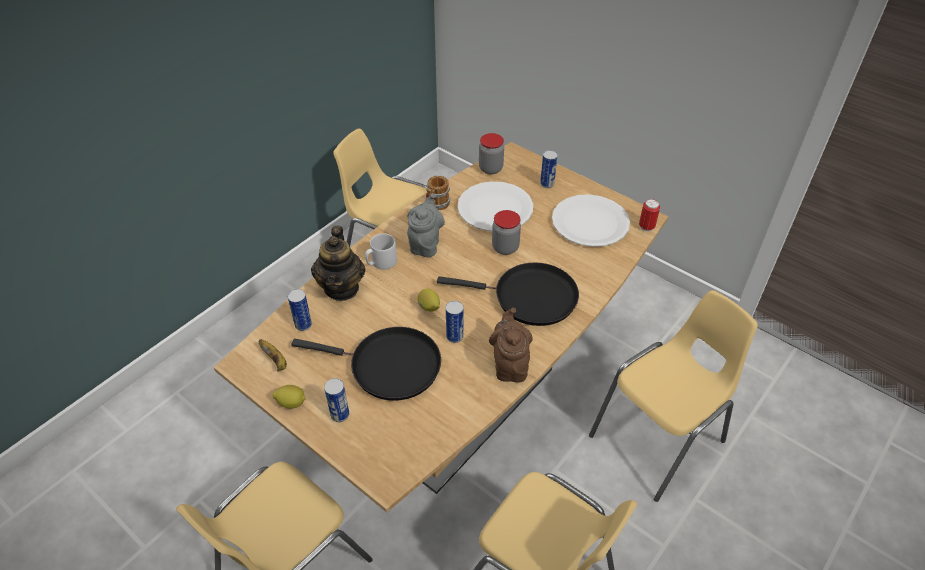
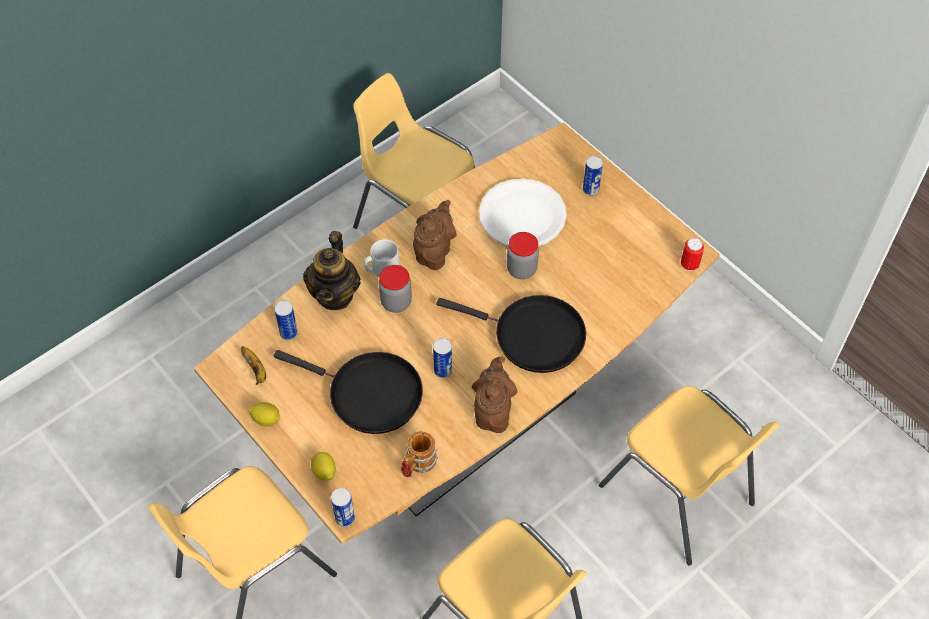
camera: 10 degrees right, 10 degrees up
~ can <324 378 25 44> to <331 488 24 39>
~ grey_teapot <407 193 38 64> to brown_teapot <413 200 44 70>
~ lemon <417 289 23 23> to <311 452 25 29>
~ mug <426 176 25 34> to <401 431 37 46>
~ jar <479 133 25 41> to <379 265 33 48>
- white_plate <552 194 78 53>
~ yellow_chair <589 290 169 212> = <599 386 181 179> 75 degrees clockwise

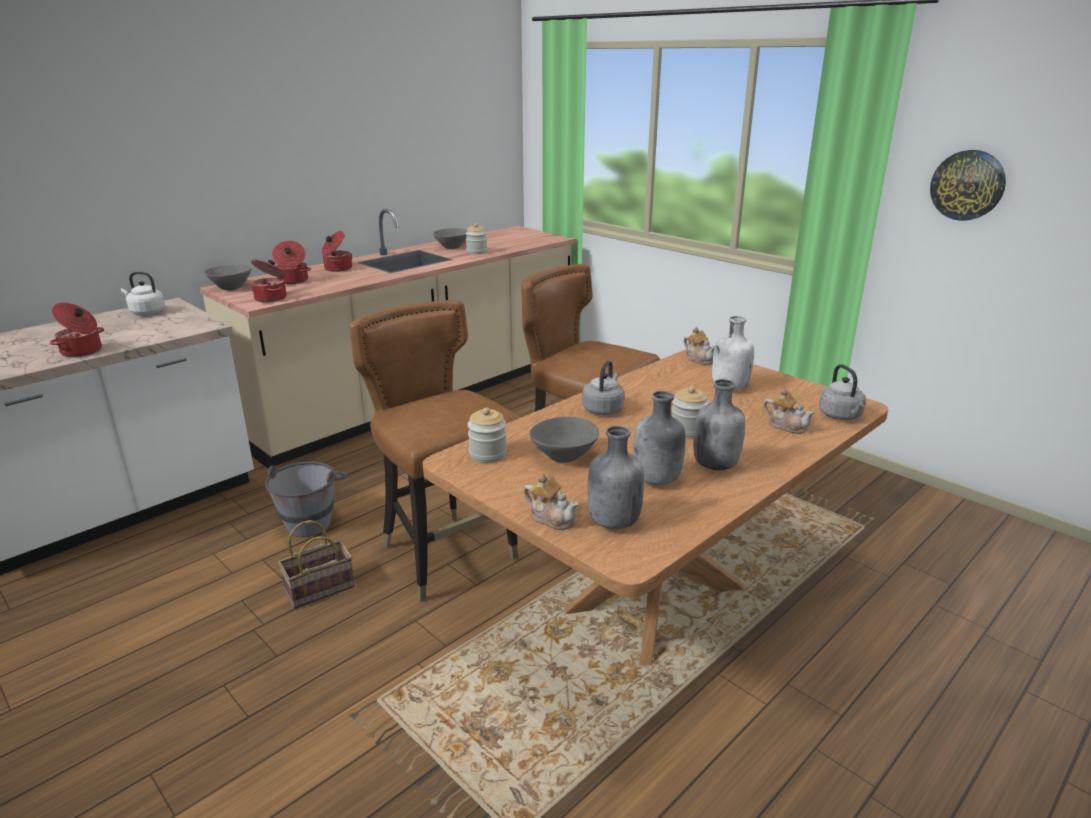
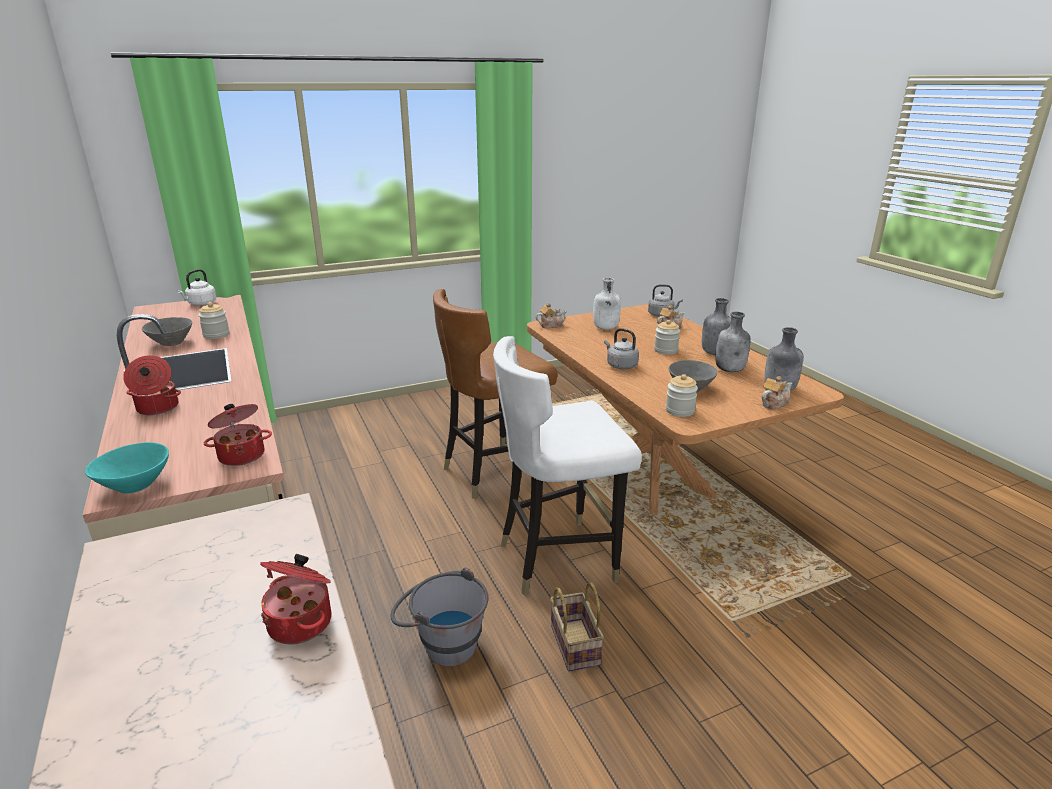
camera: 70 degrees left, 0 degrees up
~ white_kettle <121 272 44 43> to <177 269 39 36>
~ grey_bowl <204 265 47 25> to turquoise_bowl <85 442 84 52>
- cooking_pot <272 241 39 43>
~ brown_chair <350 300 171 302> to white_chair <493 336 149 259>
- wall_clock <930 150 76 71>

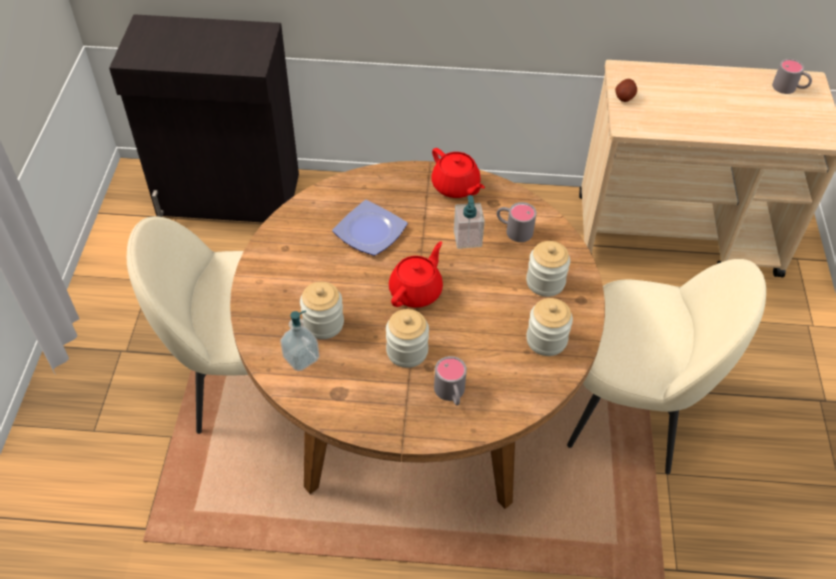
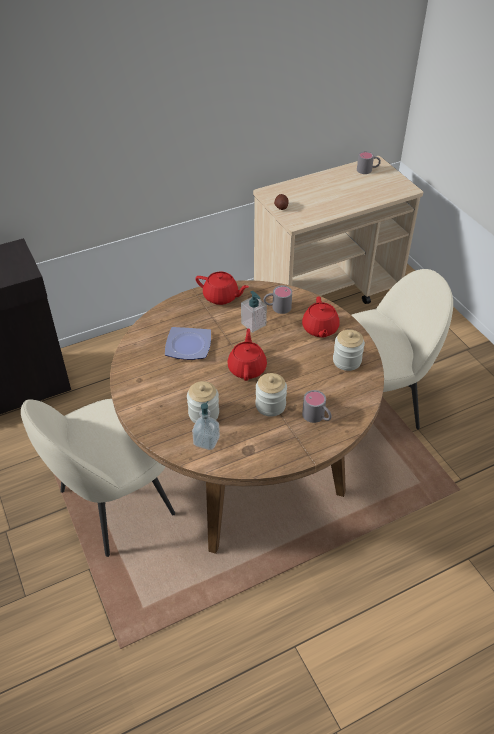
camera: 30 degrees left, 5 degrees down
~ jar <526 241 44 56> to red_teapot <302 296 37 42>

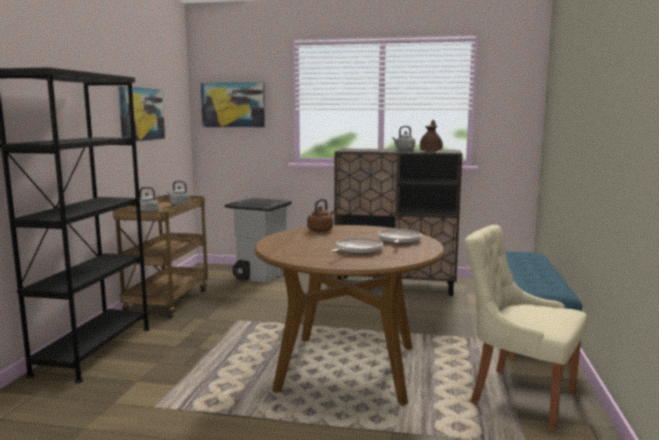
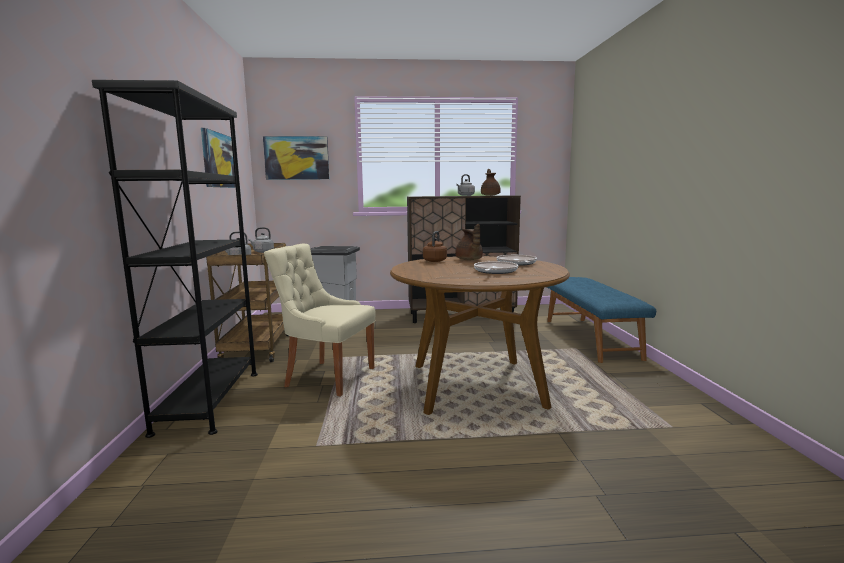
camera: 15 degrees left, 0 degrees up
~ beige_chair <465 225 122 206> to <264 244 112 153>
+ brown_teapot <455 224 28 36>

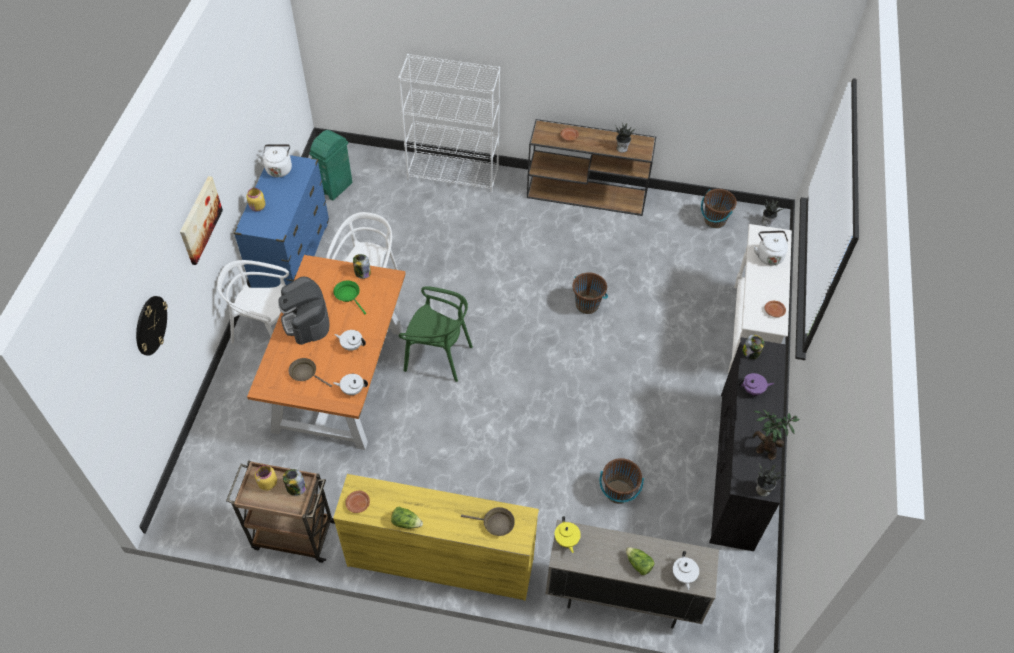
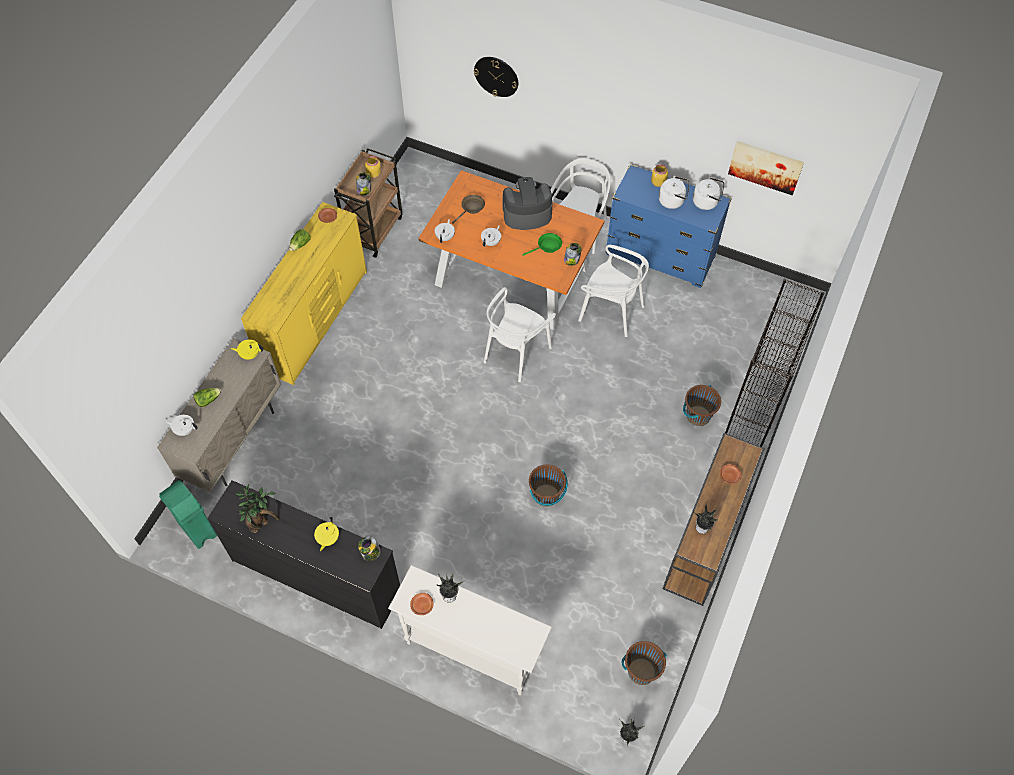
camera: 105 degrees right, 5 degrees up
~ picture <180 176 43 89> to <728 141 76 54>
~ green_trash_can <309 130 43 71> to <159 480 58 69>
~ white_bookcase <398 54 102 139> to black_bookcase <725 279 99 168>
~ green_chair <398 286 75 96> to white_chair <484 287 72 95>
- brown_frying_pan <461 507 54 29>
~ brown_bucket <600 458 44 46> to <683 385 38 41>
~ purple_teapot <739 373 35 22> to yellow_teapot <314 517 25 34>
~ white_kettle <754 230 34 35> to <659 176 31 33>
~ potted_plant <756 464 29 32> to <437 574 27 29>

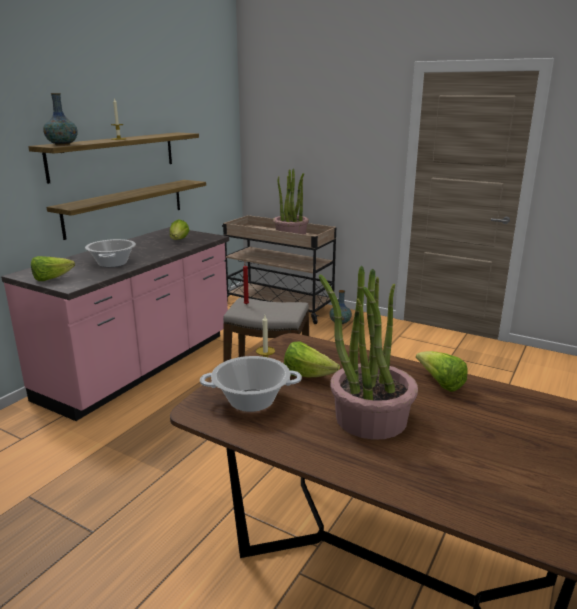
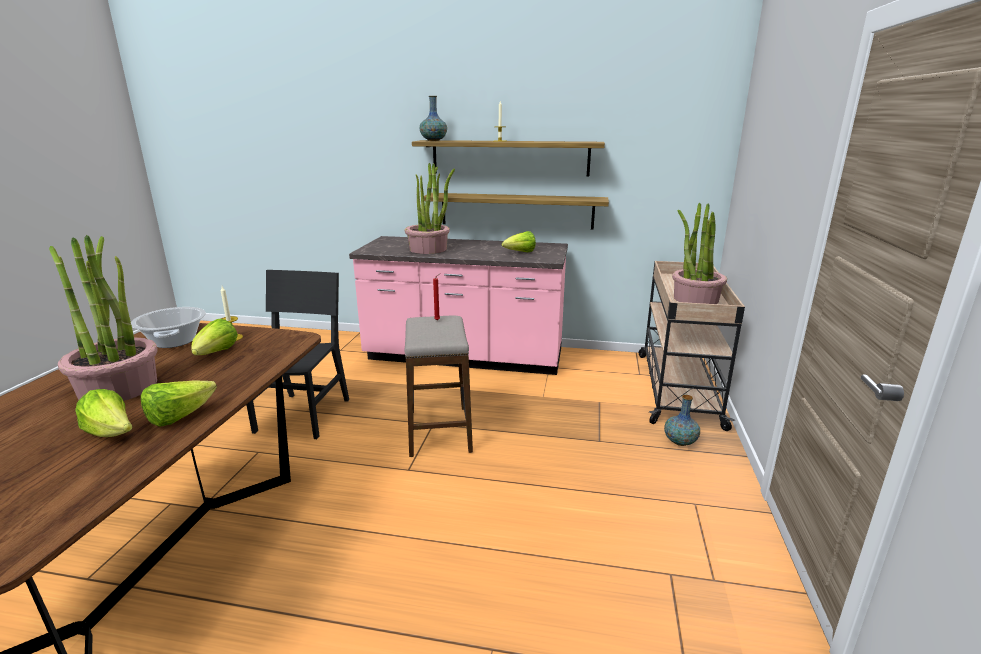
camera: 70 degrees right, 0 degrees up
~ lettuce <31 256 44 25> to <75 389 57 48>
~ cooking_pot <85 239 51 28> to potted_plant <405 163 50 91>
+ black_chair <247 270 102 169>

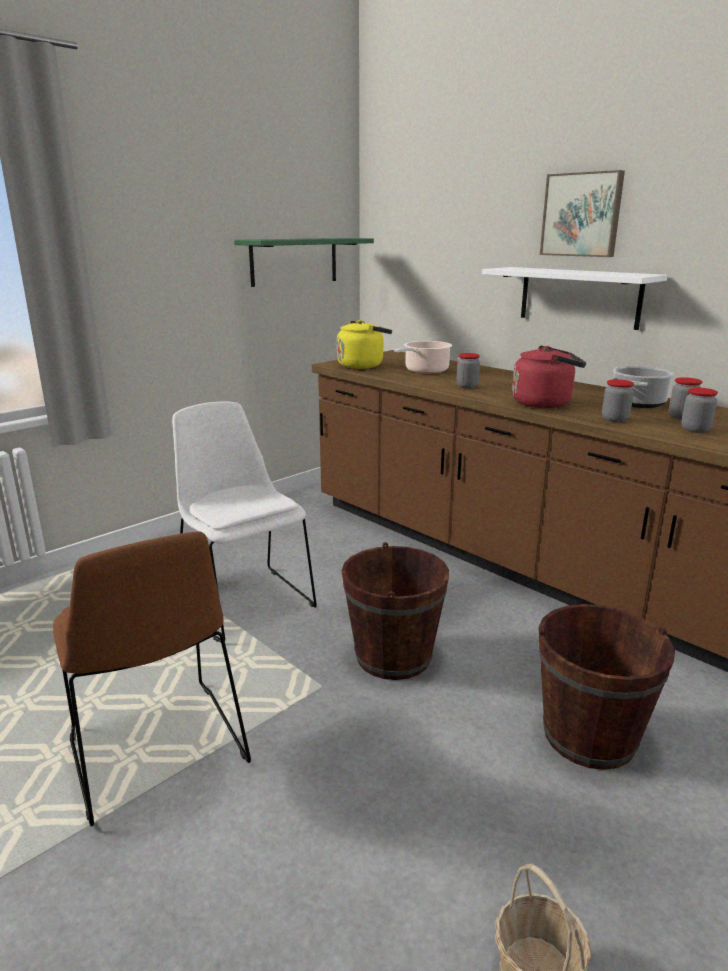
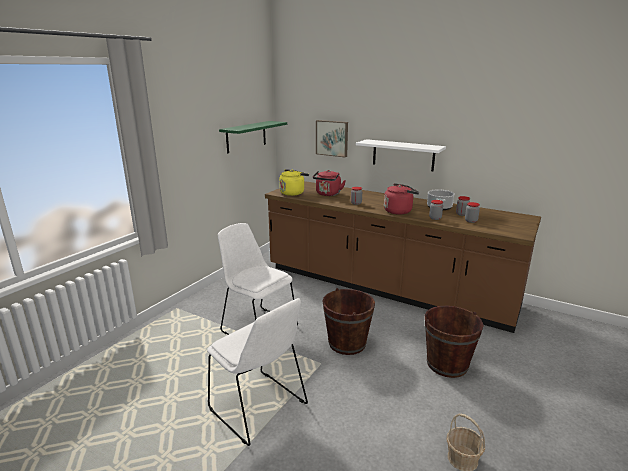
camera: 15 degrees left, 0 degrees up
~ brown_chair <53 531 198 295> to white_chair <207 298 101 148>
~ cooking_pot <394 341 58 33> to red_kettle <313 170 33 26>
~ picture <540 170 85 87> to <316 120 32 37>

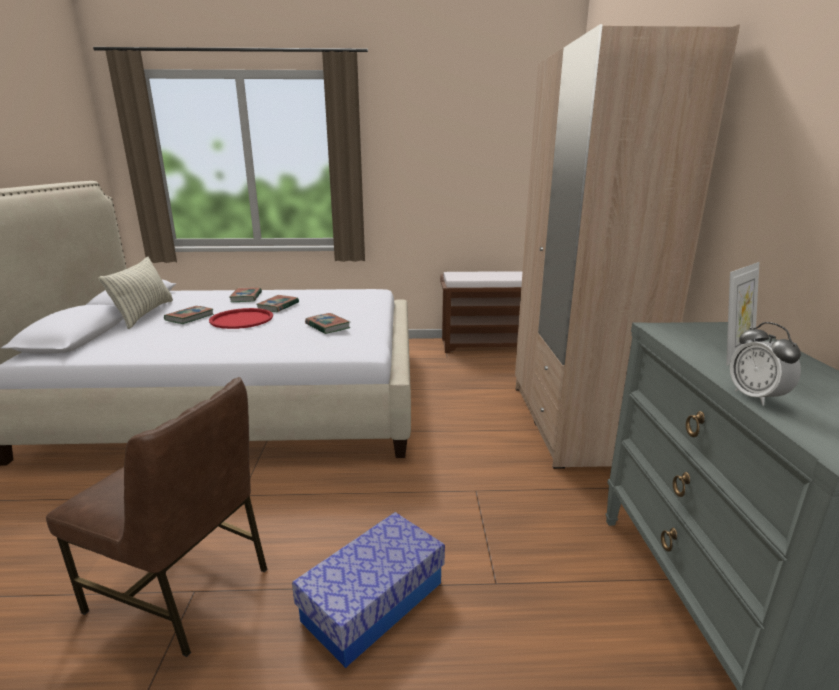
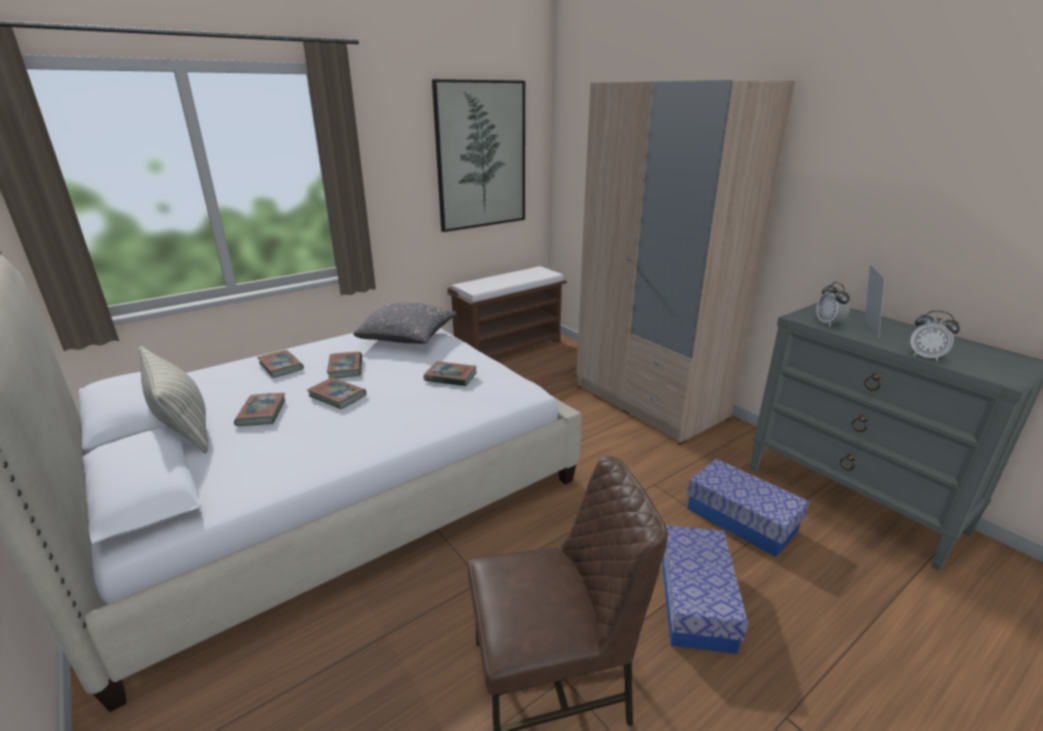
camera: 35 degrees left, 5 degrees up
~ red_tray <209 308 64 21> to book <307 378 59 31>
+ grey_pillow <353 303 103 41>
+ picture <432 79 93 153>
+ storage_box <687 459 122 98>
+ alarm_clock <816 282 34 45>

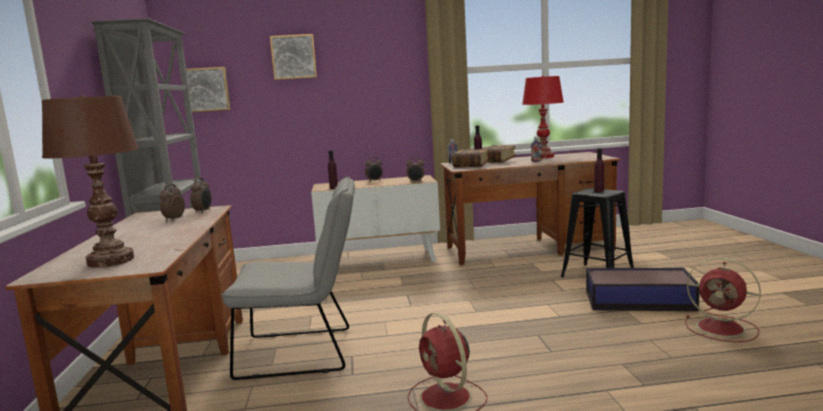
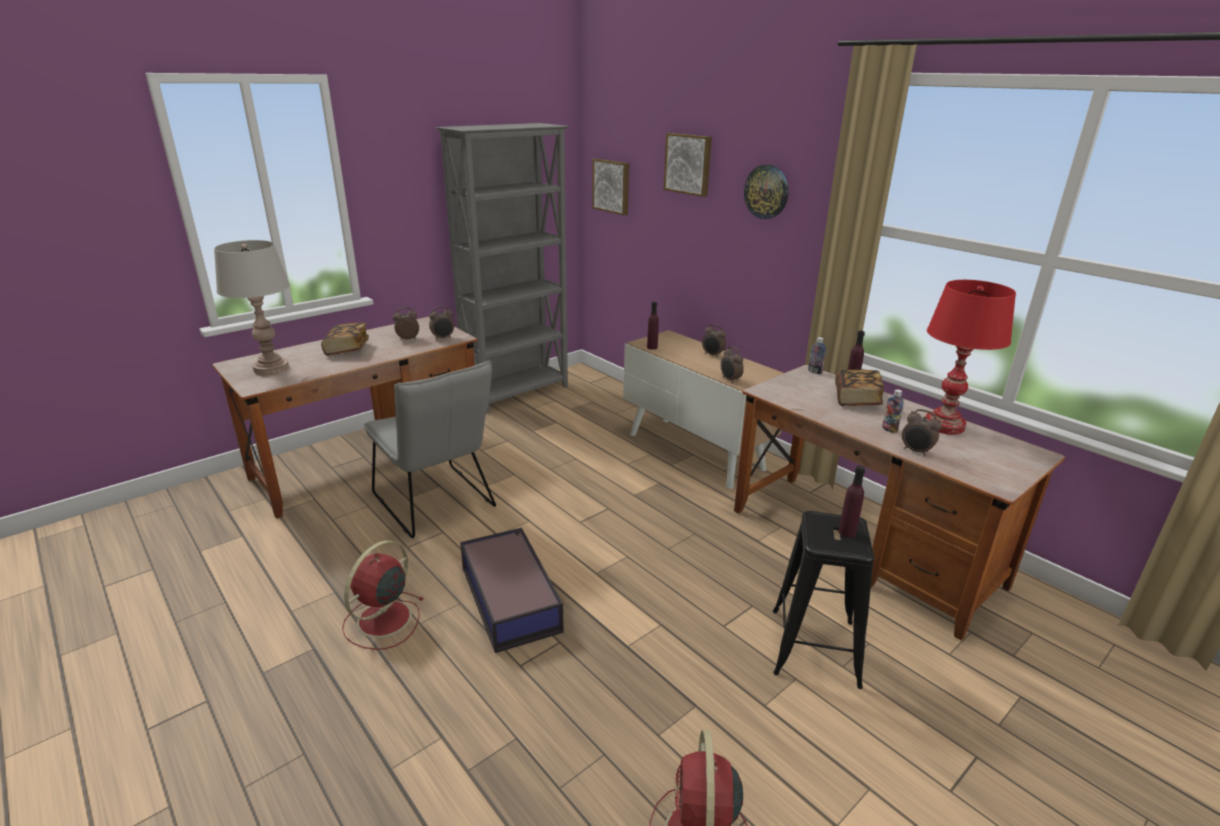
camera: 55 degrees right, 15 degrees up
~ brown_table_lamp <42 95 97 173> to grey_table_lamp <214 240 76 136>
~ book <452 149 38 19> to <321 322 48 34>
~ storage_box <586 268 114 43> to <460 528 104 125>
+ wall_clock <744 164 45 55>
+ alarm_clock <902 409 40 47>

